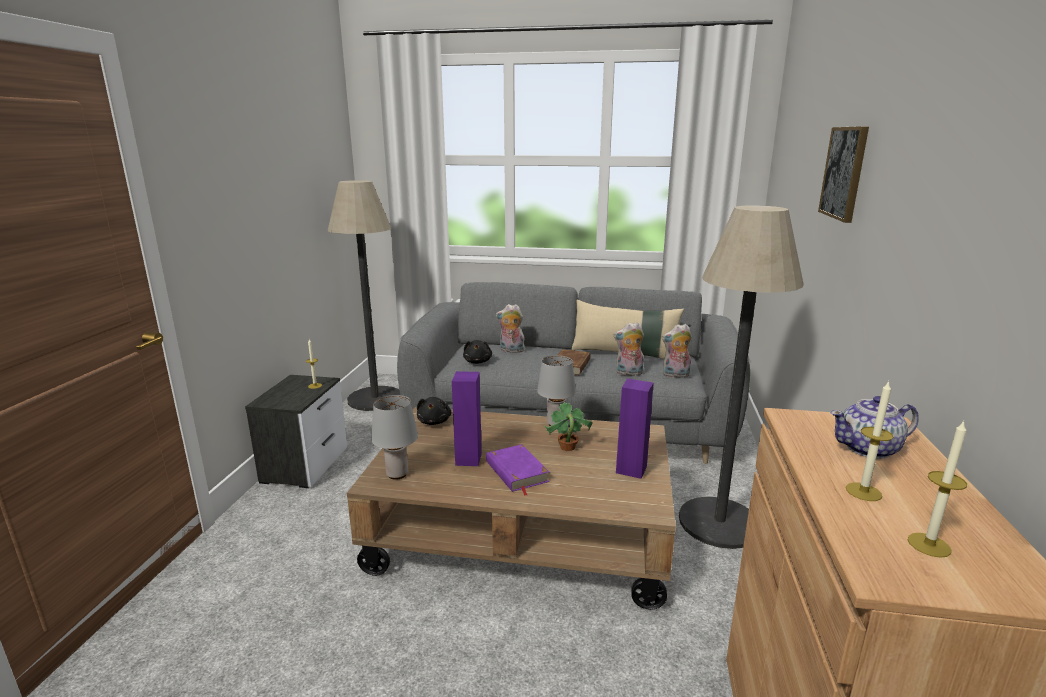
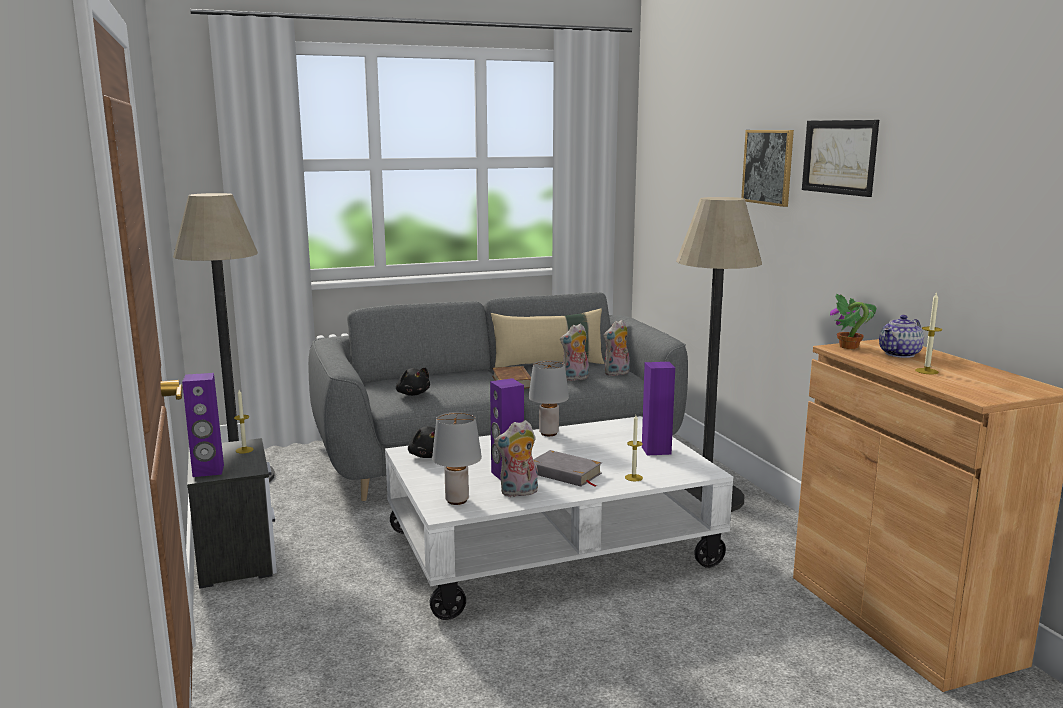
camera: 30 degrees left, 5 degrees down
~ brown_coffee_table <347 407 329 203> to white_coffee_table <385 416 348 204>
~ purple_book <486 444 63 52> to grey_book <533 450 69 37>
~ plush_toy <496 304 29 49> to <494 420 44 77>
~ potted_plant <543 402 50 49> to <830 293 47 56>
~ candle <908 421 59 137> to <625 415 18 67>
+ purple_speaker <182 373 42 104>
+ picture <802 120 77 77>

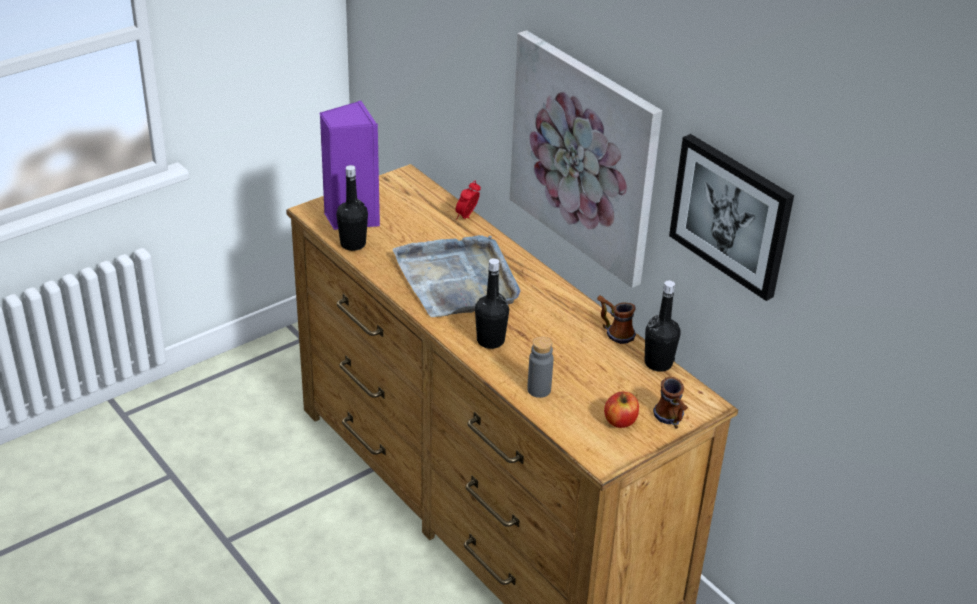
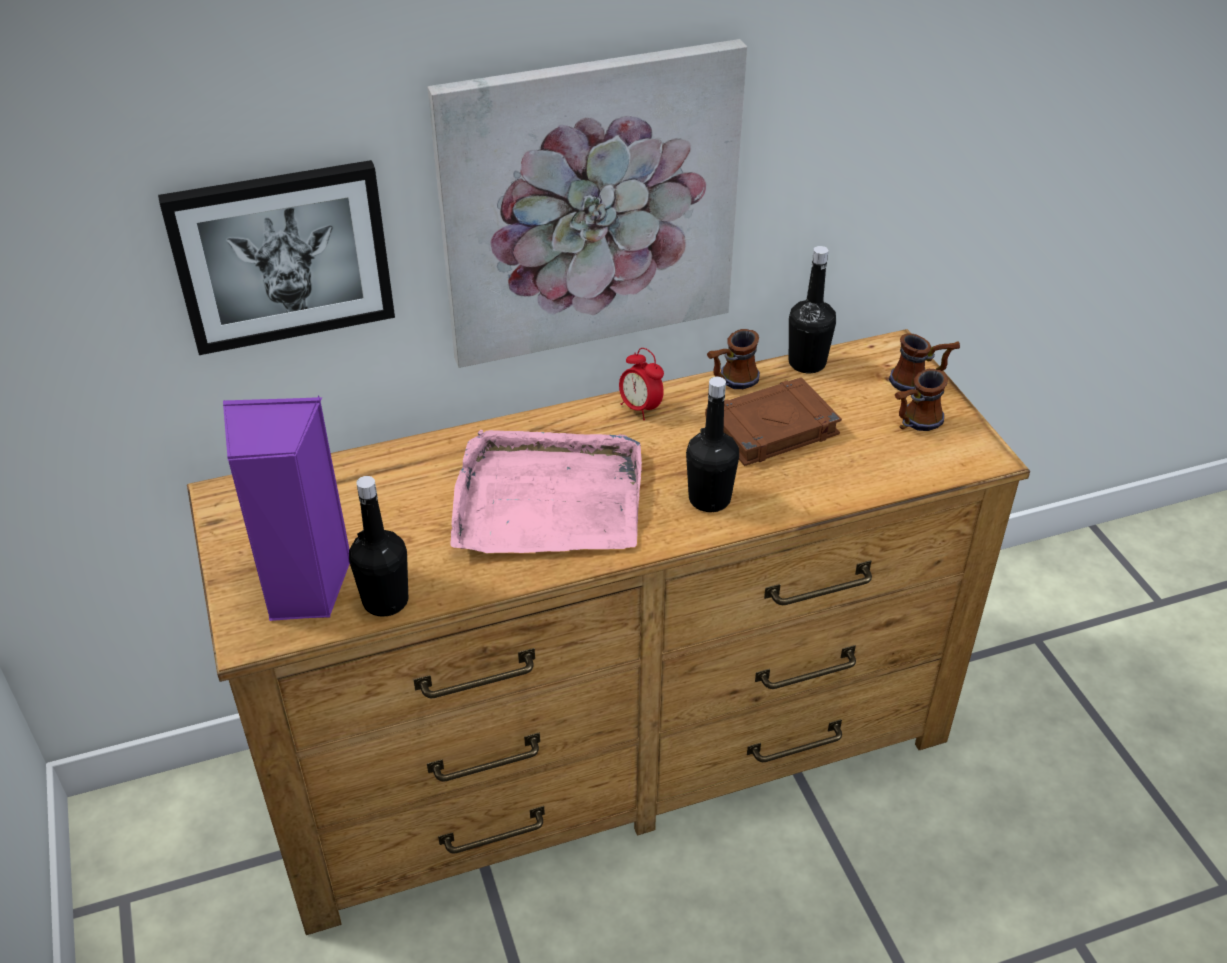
camera: 70 degrees left, 5 degrees up
~ grey_tray <393 235 128 82> to pink_tray <451 430 191 123>
~ alarm_clock <455 181 26 39> to <619 348 45 72>
- grey_bottle <527 337 27 61>
~ apple <604 391 35 37> to mug <895 369 53 62>
~ picture <669 134 125 167> to <158 160 237 195>
+ brown_book <705 377 137 89>

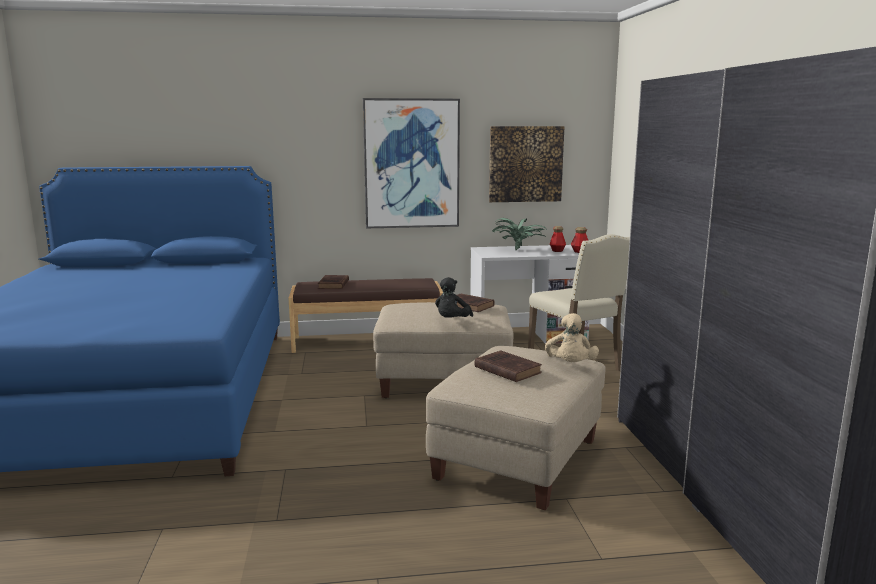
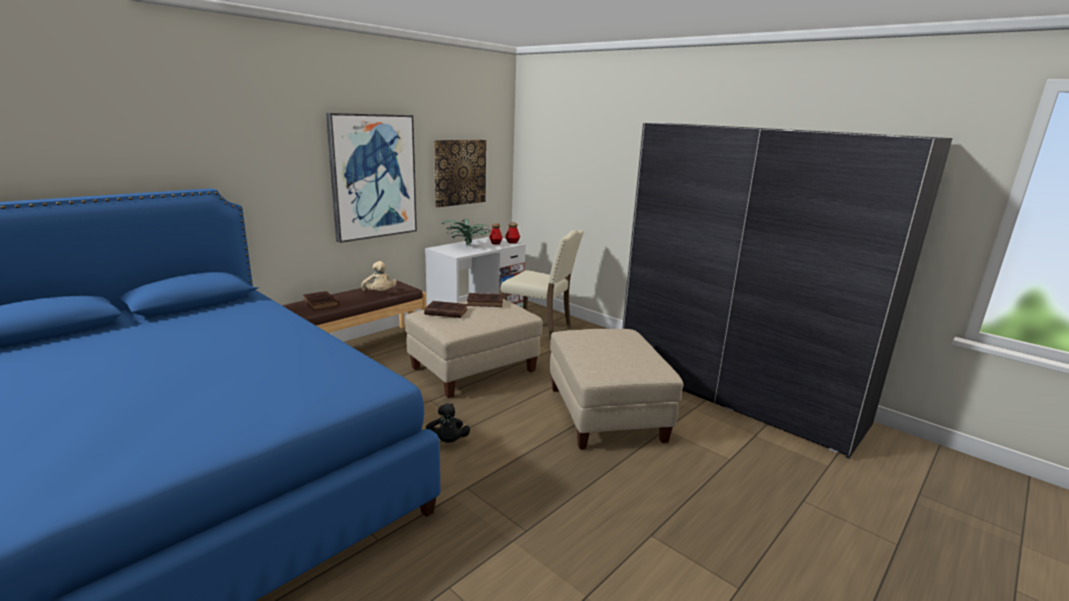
camera: 40 degrees left, 5 degrees up
~ black_plush_toy <435 277 38 41> to <426 404 44 39>
~ brown_book <475 351 67 31> to <424 301 43 17>
~ beige_plush_toy <545 313 54 49> to <361 261 36 30>

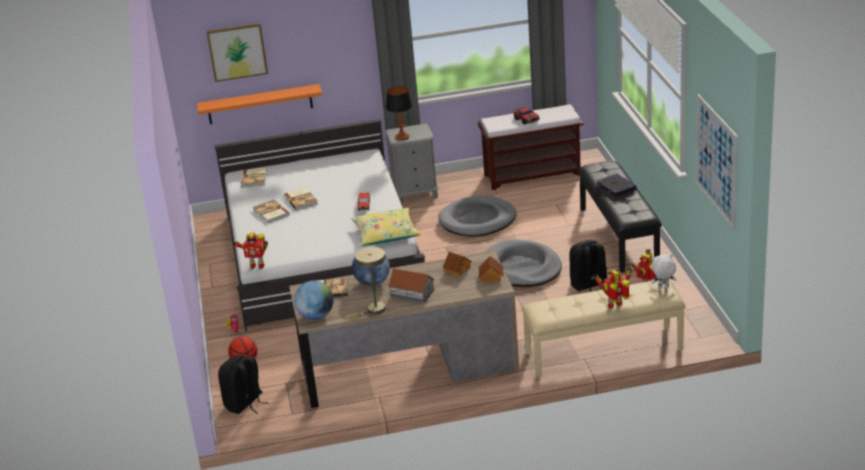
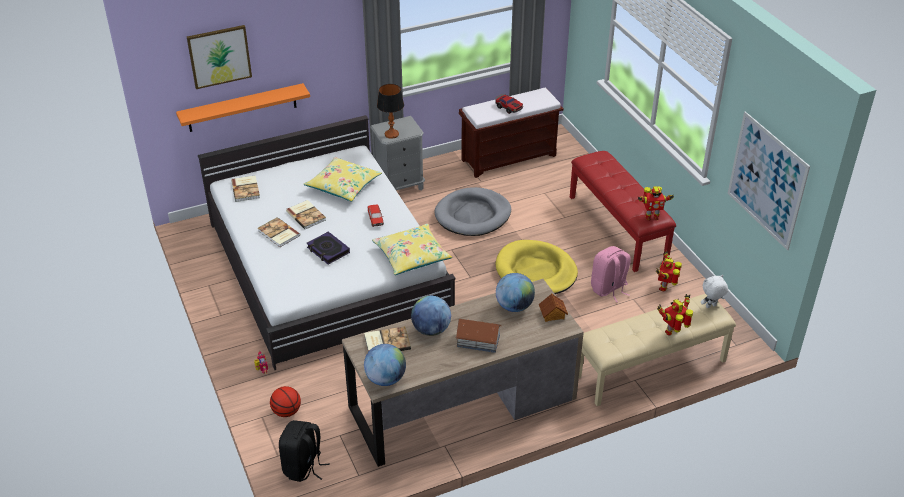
camera: 15 degrees left, 10 degrees up
~ toy_robot <232 232 36 37> to <638 186 36 35>
- beige_table_lamp <345 247 40 71>
~ toy_house <443 252 29 25> to globe <496 273 39 39>
~ grey_dog_bed <486 240 76 47> to yellow_dog_bed <496 240 82 54>
~ black_backpack <569 240 38 52> to pink_backpack <591 246 40 56>
~ black_bench <578 161 84 112> to red_bench <570 151 106 121>
~ book <596 173 40 25> to <307 231 43 34>
+ yellow_pillow <304 157 78 45>

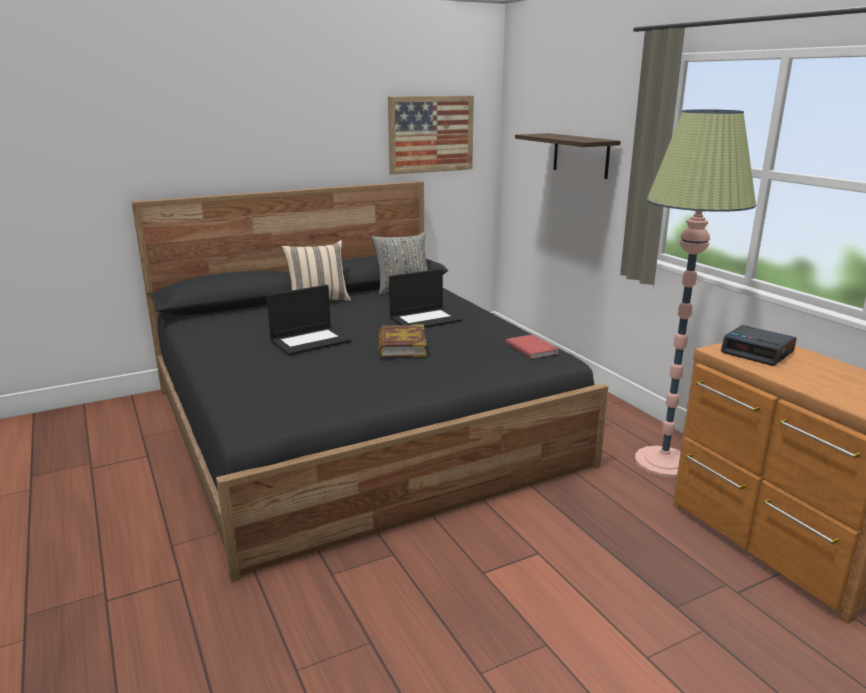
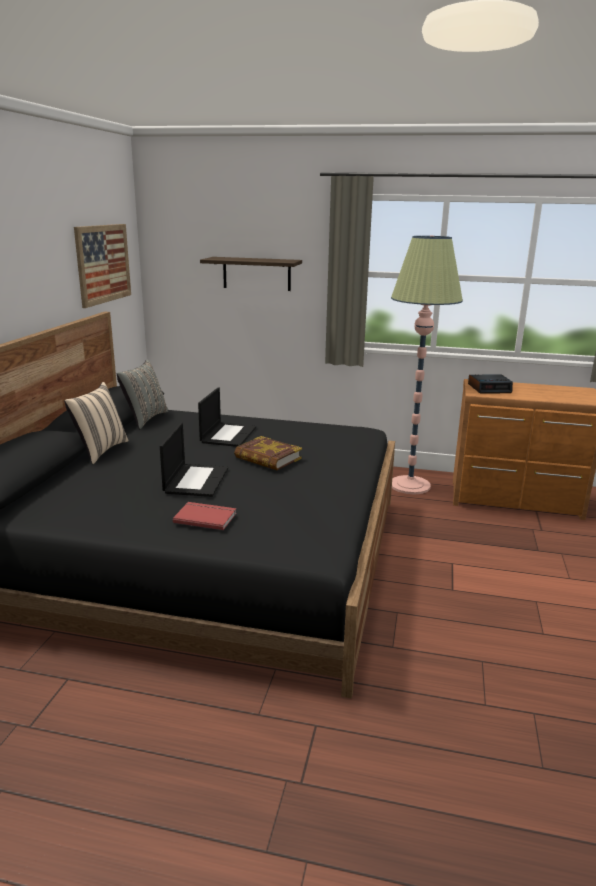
camera: 50 degrees left, 0 degrees up
~ red_book <505 334 54 25> to <173 502 63 28>

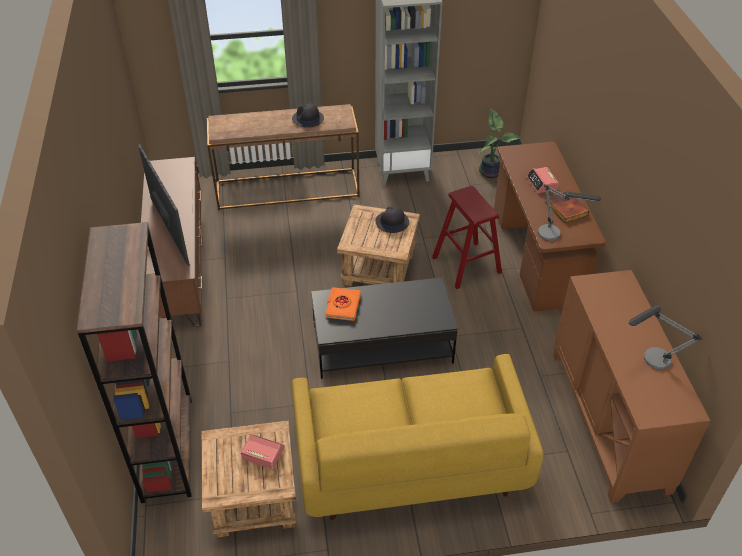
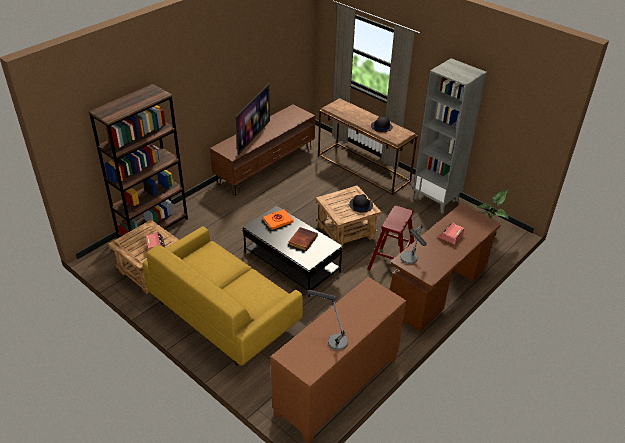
camera: 50 degrees right, 5 degrees down
~ book <545 191 44 32> to <288 227 30 24>

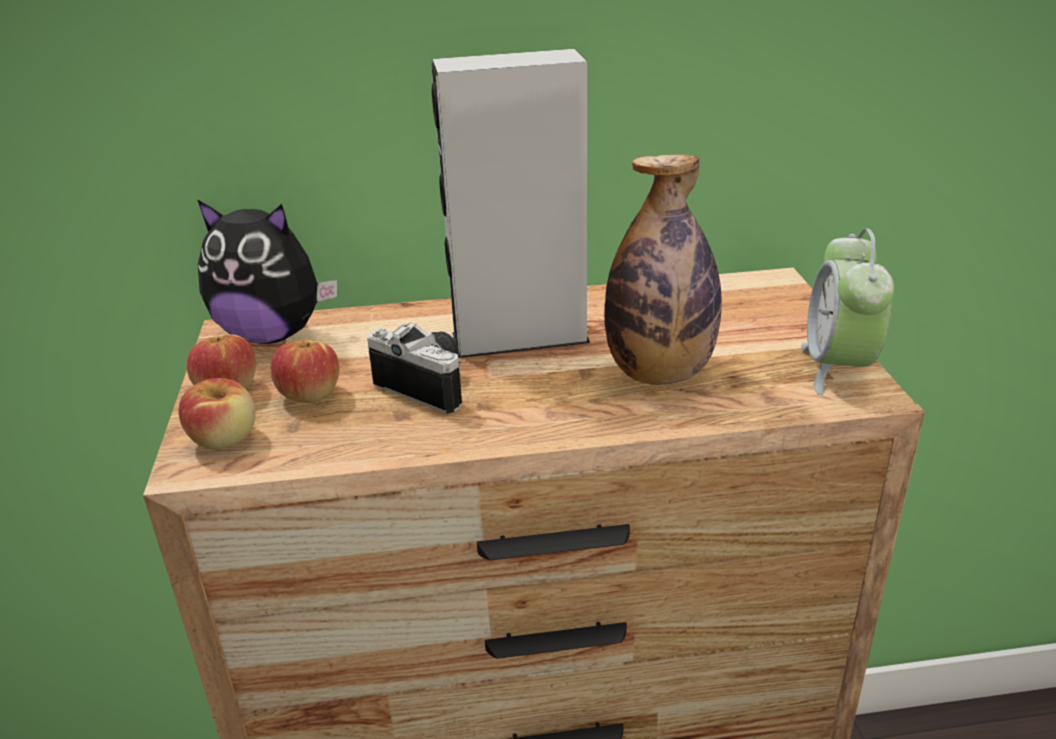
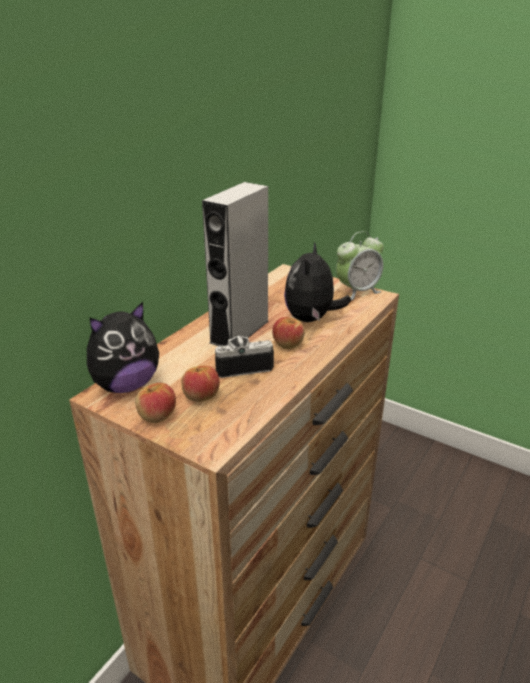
camera: 50 degrees left, 0 degrees up
~ apple <178 378 78 72> to <272 317 33 32>
~ bottle <605 154 117 231> to plush_toy <284 242 67 80>
~ alarm_clock <801 229 93 166> = <336 231 48 69> 75 degrees counterclockwise

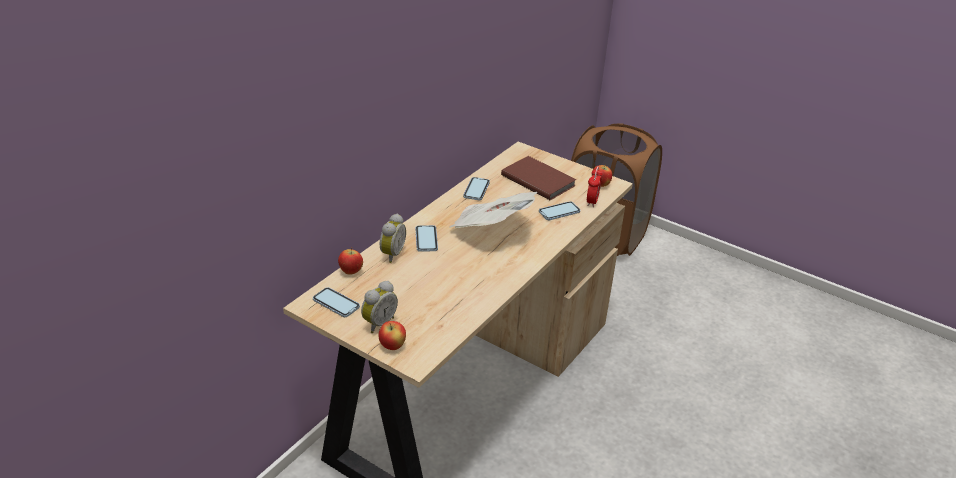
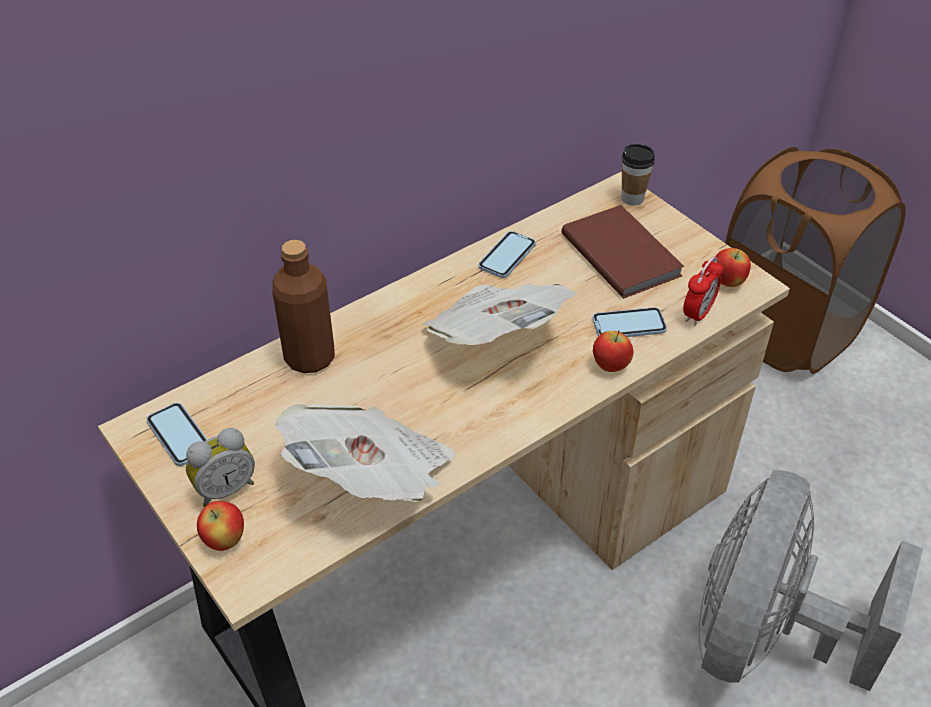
camera: 20 degrees right, 10 degrees up
~ apple <338 247 25 28> to <593 330 40 42>
~ alarm_clock <380 214 26 49> to brown_bottle <272 240 63 133>
- phone <415 225 23 27>
+ newspaper <275 404 180 98>
+ cup <621 144 34 62>
+ grey_fan <698 470 225 221>

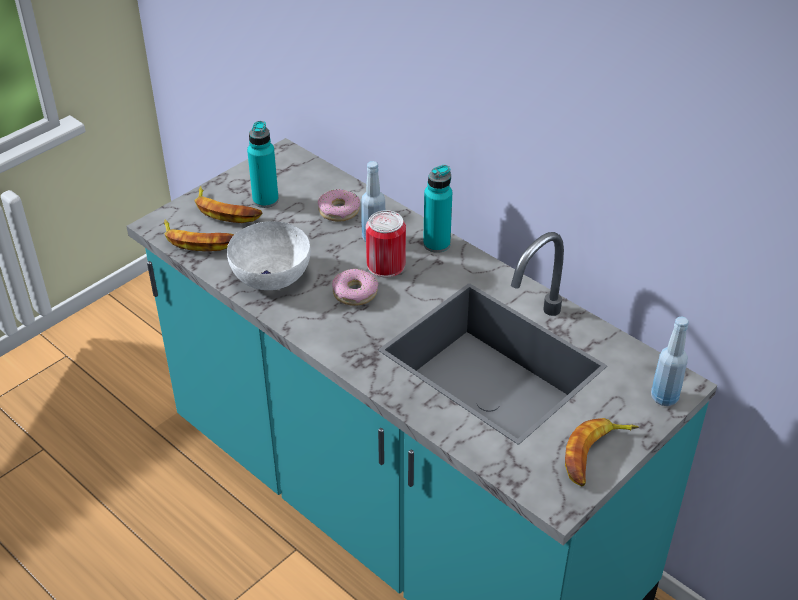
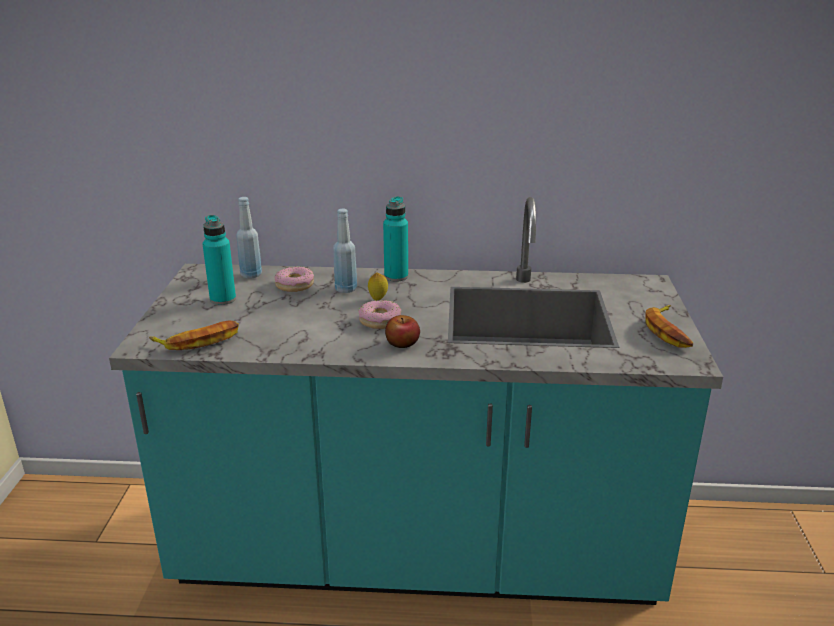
camera: 40 degrees left, 15 degrees down
- banana <194 186 69 37>
- white_bowl <227 221 83 69>
~ can <366 210 40 67> to lemon <368 272 20 28>
~ blue_bottle <651 317 38 89> to <236 197 26 82>
+ apple <385 315 35 33>

